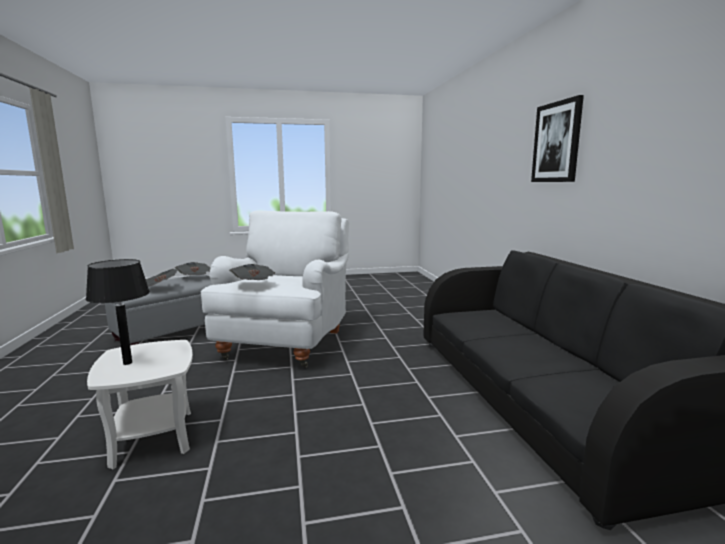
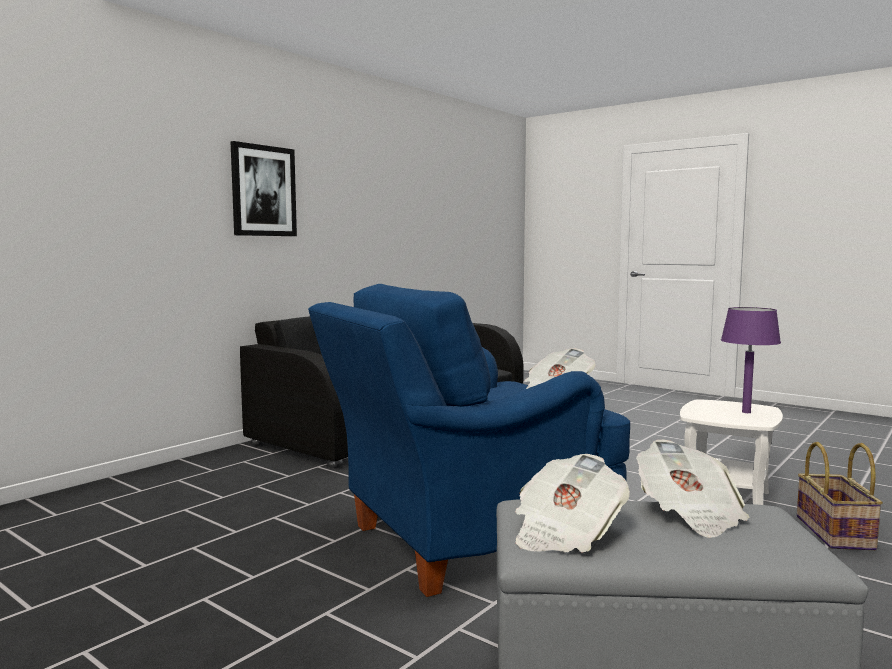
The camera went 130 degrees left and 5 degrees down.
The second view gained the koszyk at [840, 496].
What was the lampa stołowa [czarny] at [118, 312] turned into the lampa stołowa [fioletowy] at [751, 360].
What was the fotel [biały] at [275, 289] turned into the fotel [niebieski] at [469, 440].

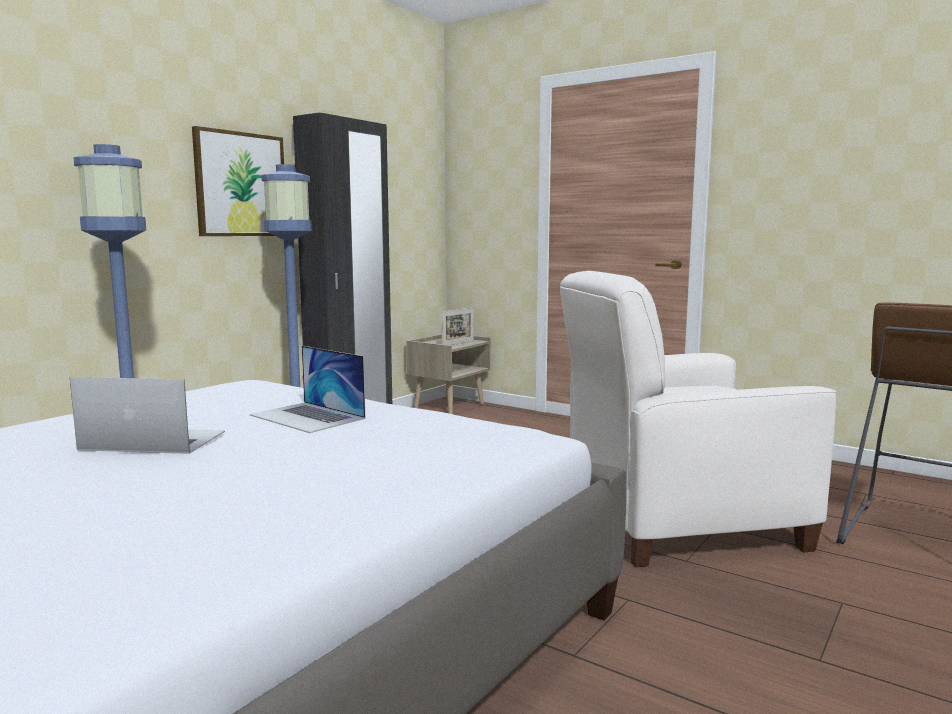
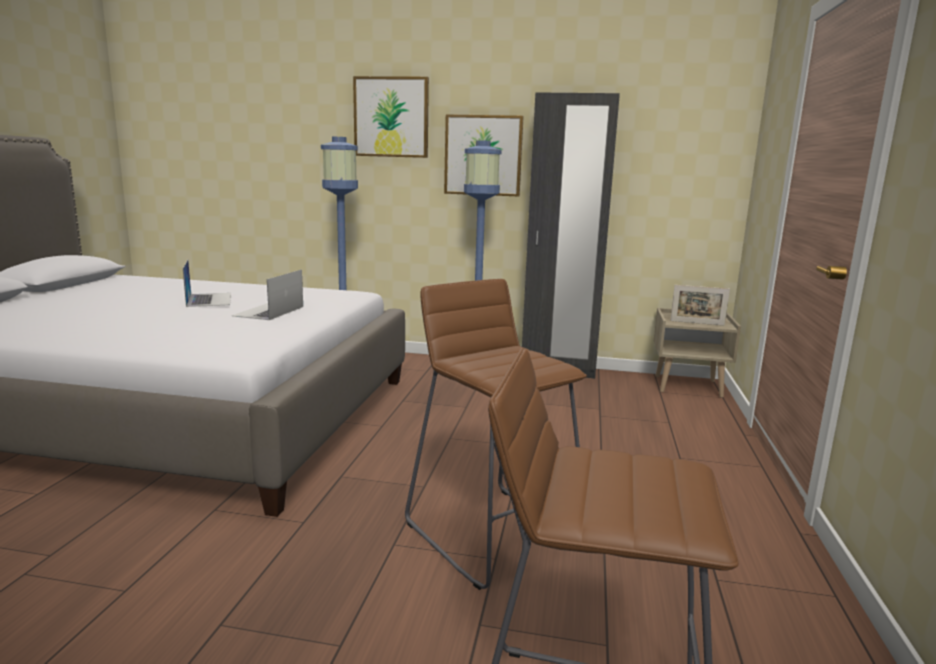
The camera went 65 degrees right and 5 degrees up.
The second view gained the obraz at [391, 117].
Where the fotel [biały] stood at [698, 419], the stołek [brązowy] came to stand at [496, 434].

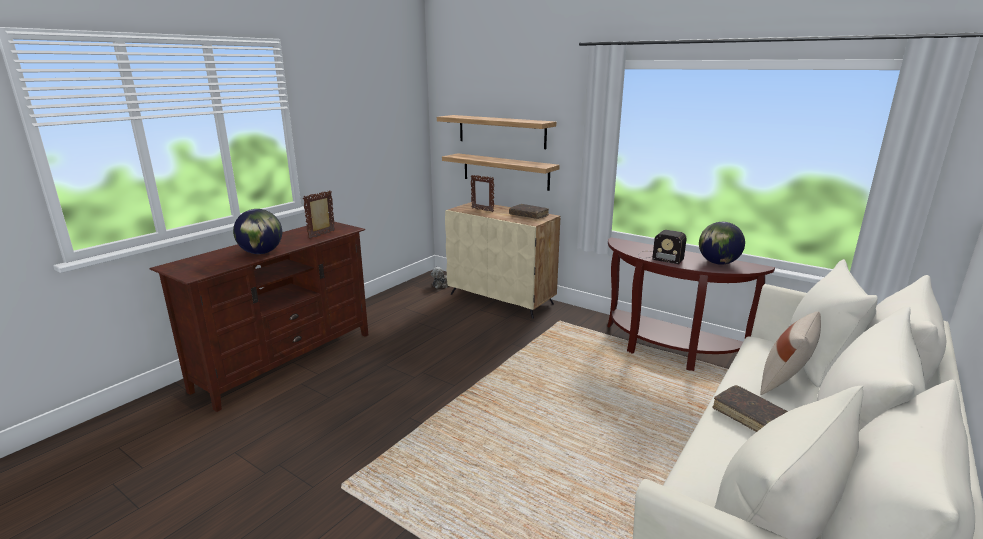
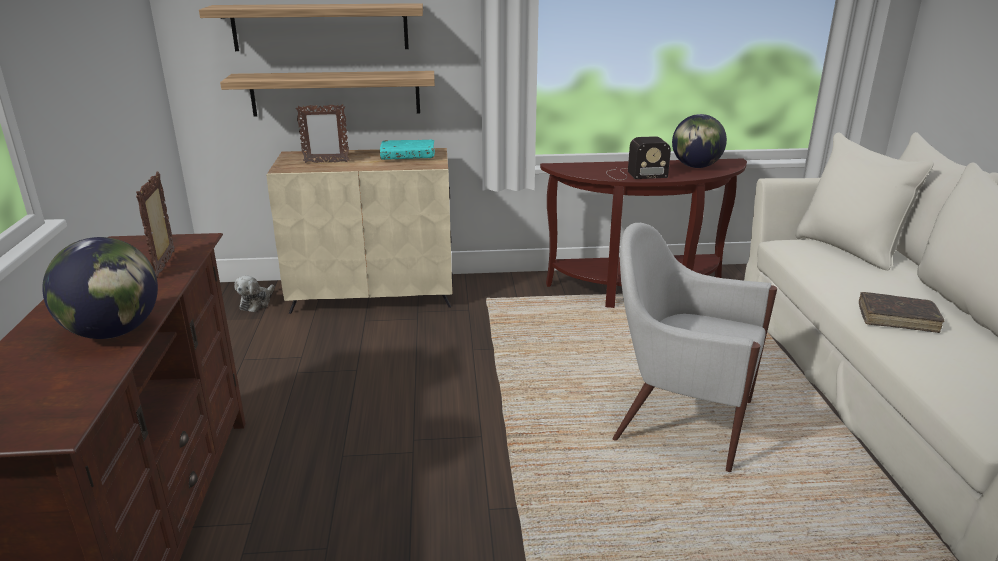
The camera went 40 degrees left and 5 degrees up.
The second view lost the poduszka [beżowy] at [790, 353].
The second view gained the fotel [biały] at [694, 347].
What was the książka [brązowy] at [529, 211] turned into the książka [turkusowy] at [407, 149].

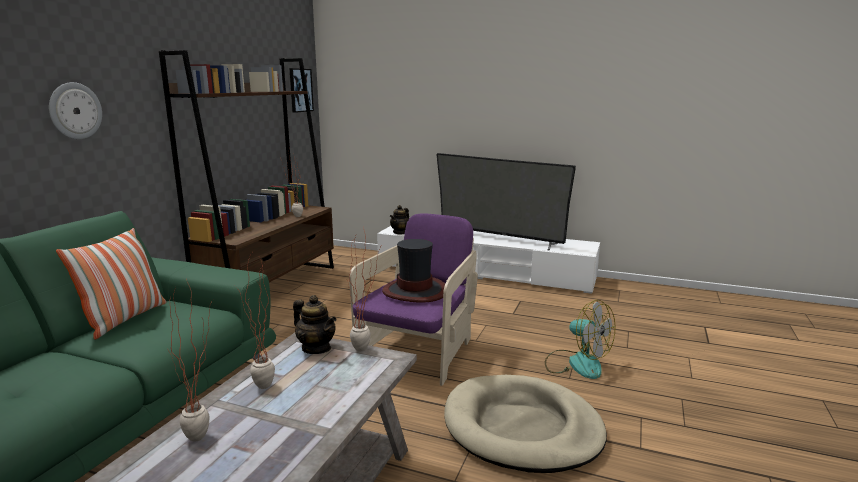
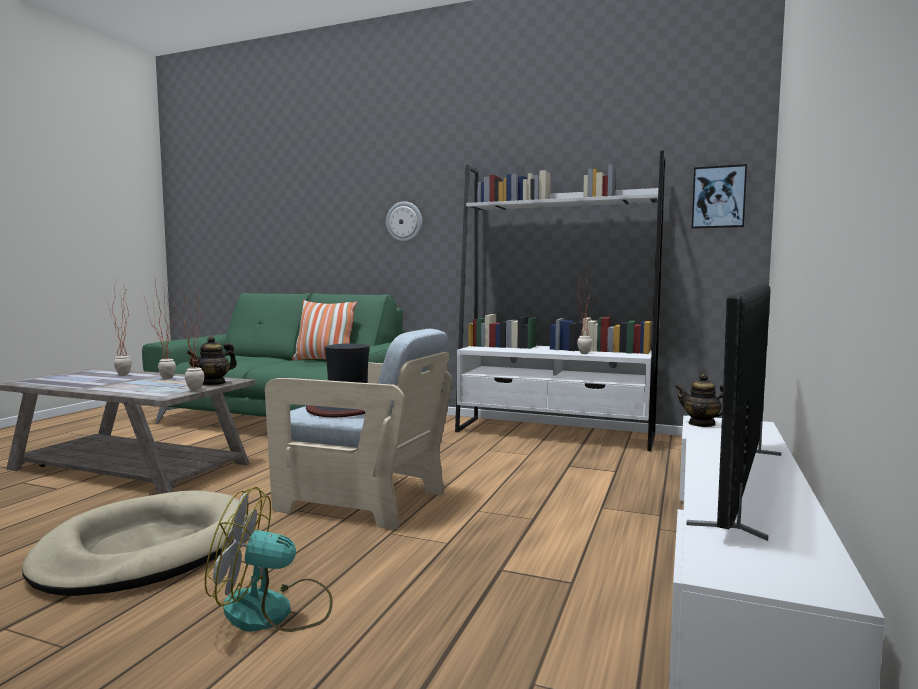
The camera went 90 degrees right and 10 degrees down.
What was the regał [brązowy] at [246, 166] turned into the regał [biały] at [560, 301].
What was the fotel [fioletowy] at [413, 299] turned into the fotel [beżowy] at [358, 429].
The wentylator at [580, 339] ended up facing another way, 45 degrees clockwise from before.

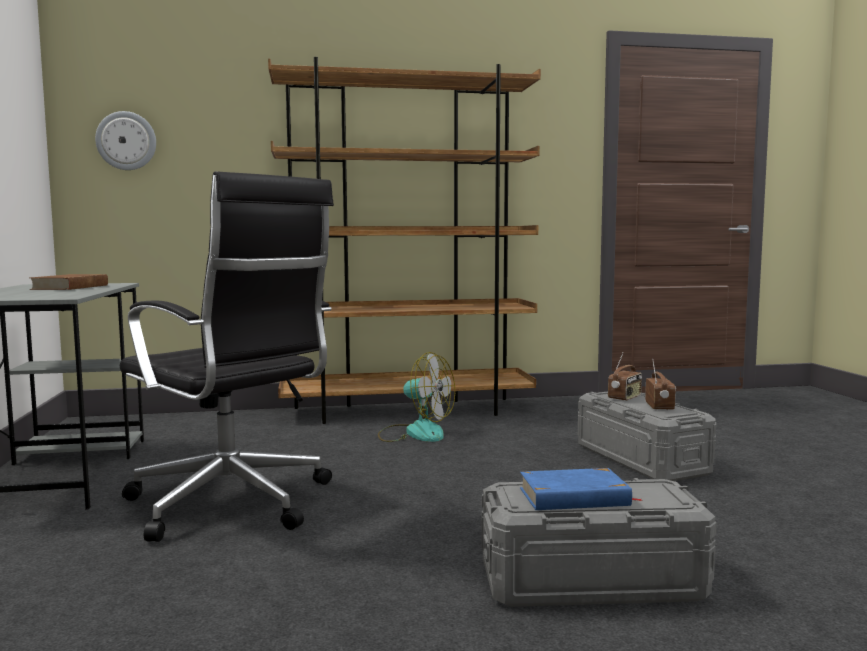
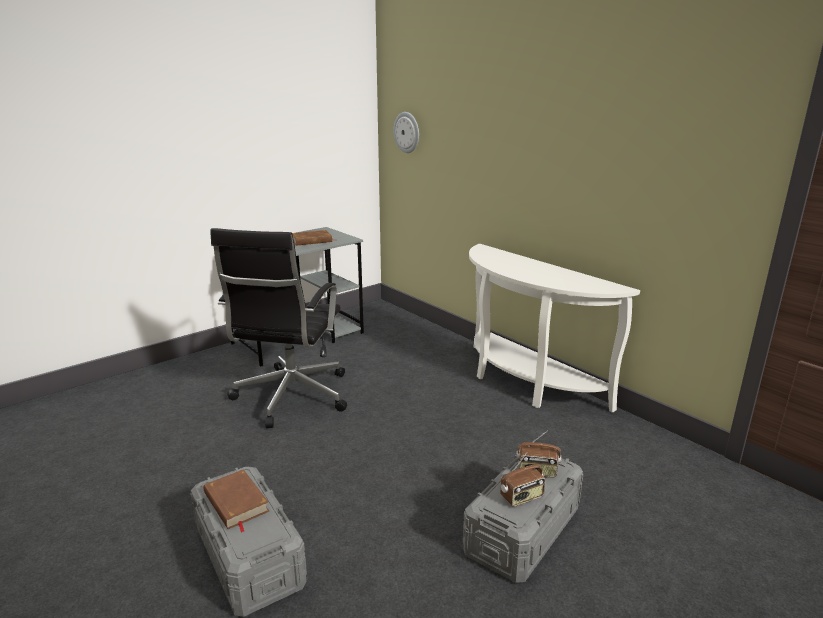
The camera went 60 degrees right and 15 degrees up.
The second view lost the wentylator at [416, 397].
Where the regał [brązowy] stood at [404, 240], the stolik konsolowy [biały] came to stand at [554, 328].
What was the książka [niebieski] at [581, 489] turned into the książka [brązowy] at [236, 501].

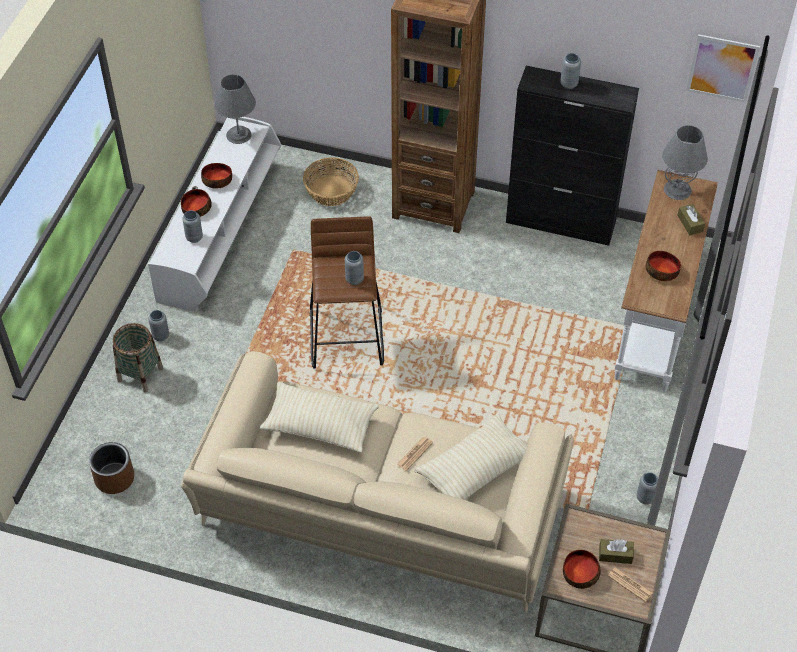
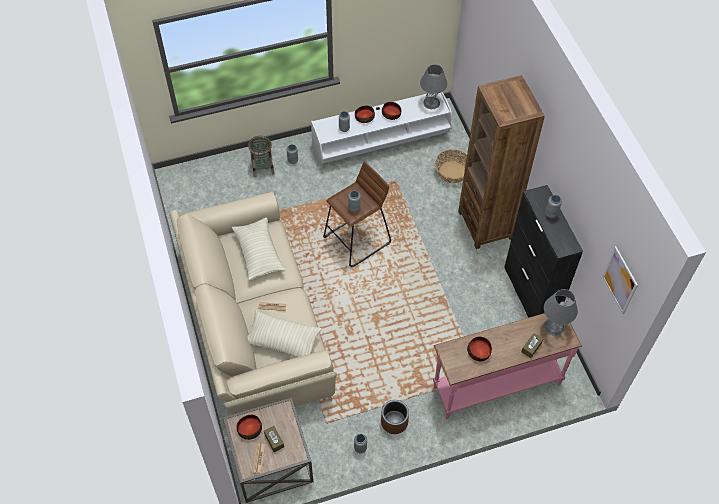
The camera went 55 degrees right and 5 degrees up.
The donica [brązowy] ended up elsewhere, having gone from [111, 468] to [395, 417].
What was the stolik konsolowy [biały] at [666, 281] turned into the stolik konsolowy [różowy] at [507, 366].

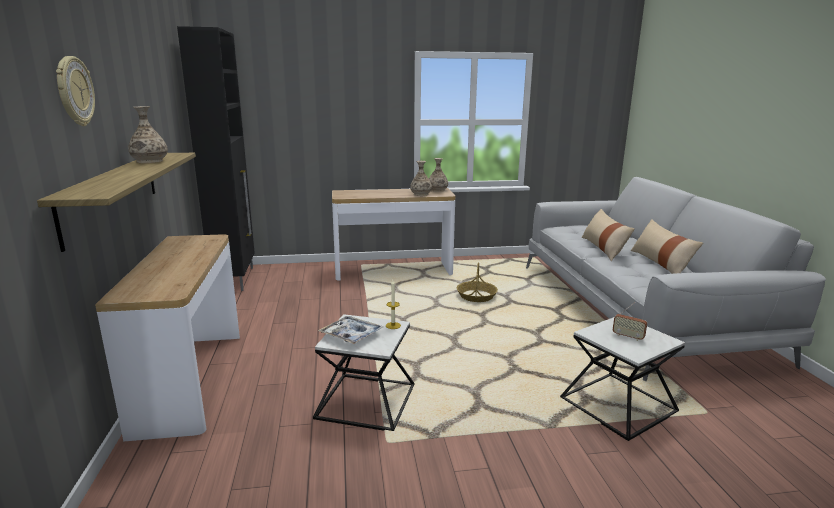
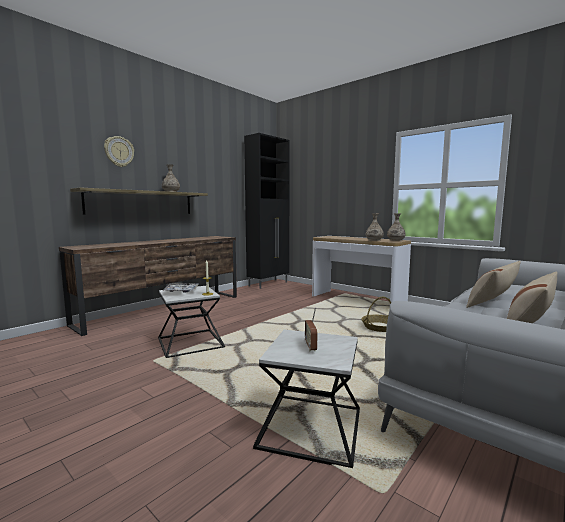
The camera went 50 degrees right and 10 degrees down.
Where the stolik konsolowy stood at [167, 338], the szafka pod telewizor [brązowy] came to stand at [148, 286].

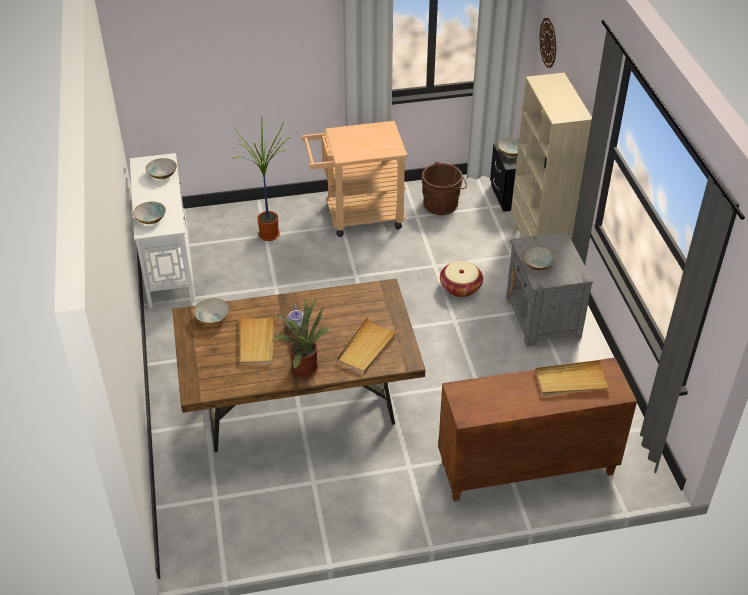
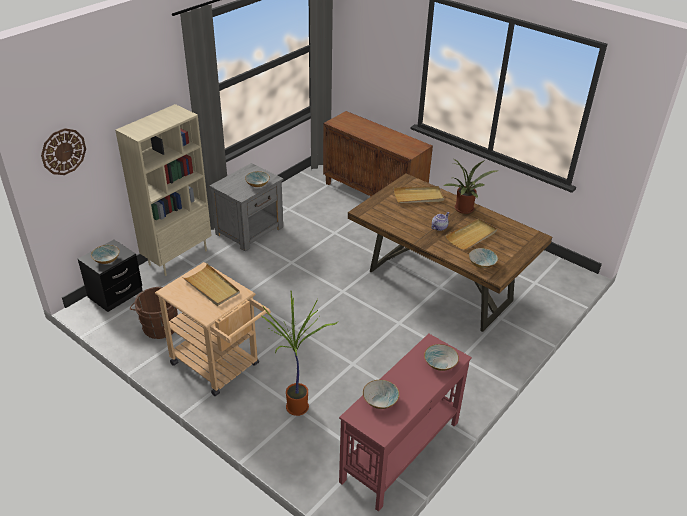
The camera went 130 degrees left and 5 degrees down.
The second view lost the koszyk at [461, 279].
The taca [beżowy] ended up elsewhere, having gone from [573, 378] to [211, 285].
What was the stolik konsolowy [biały] at [162, 231] turned into the stolik konsolowy [czerwony] at [405, 423].

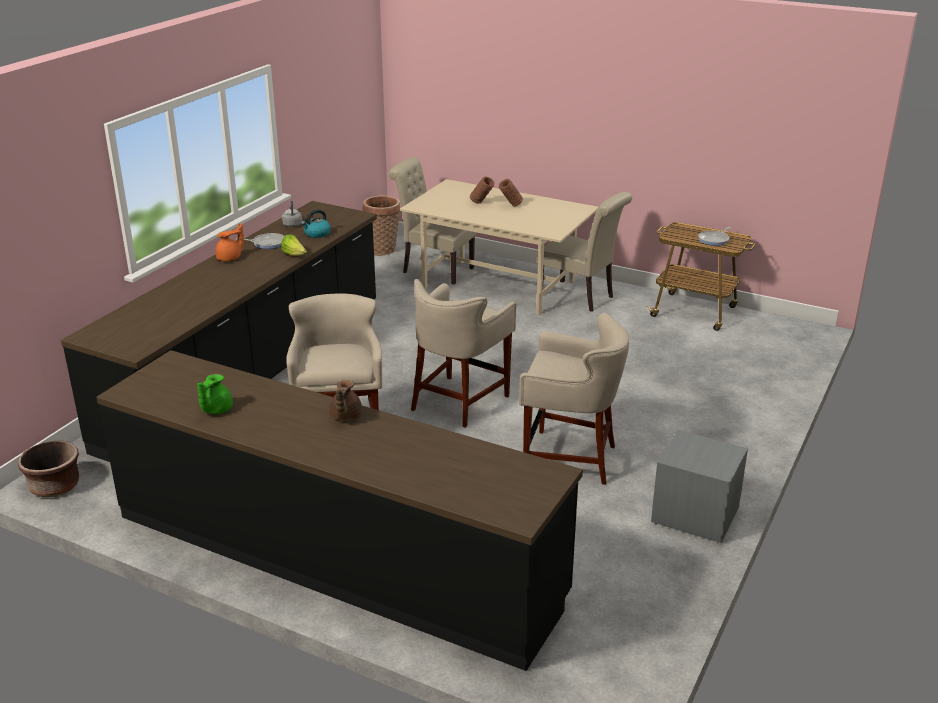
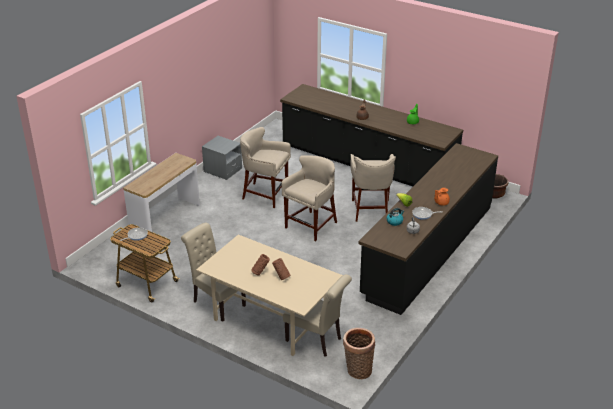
The camera went 175 degrees left and 5 degrees up.
The second view gained the stolik konsolowy at [161, 192].

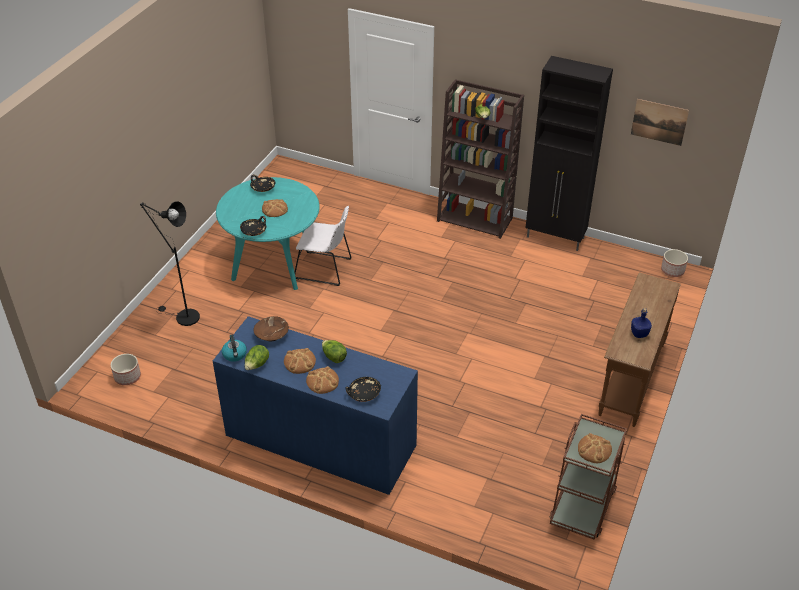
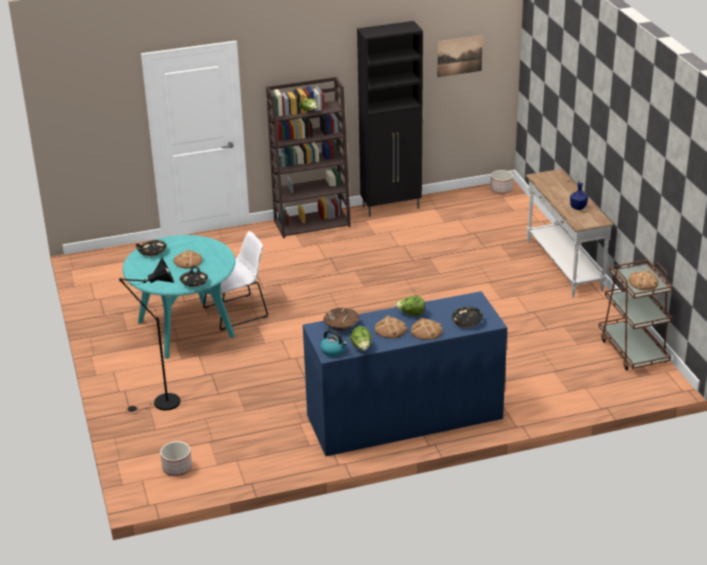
The camera went 40 degrees left and 10 degrees down.
What was the stolik konsolowy [brązowy] at [639, 349] turned into the stolik konsolowy [biały] at [569, 233].

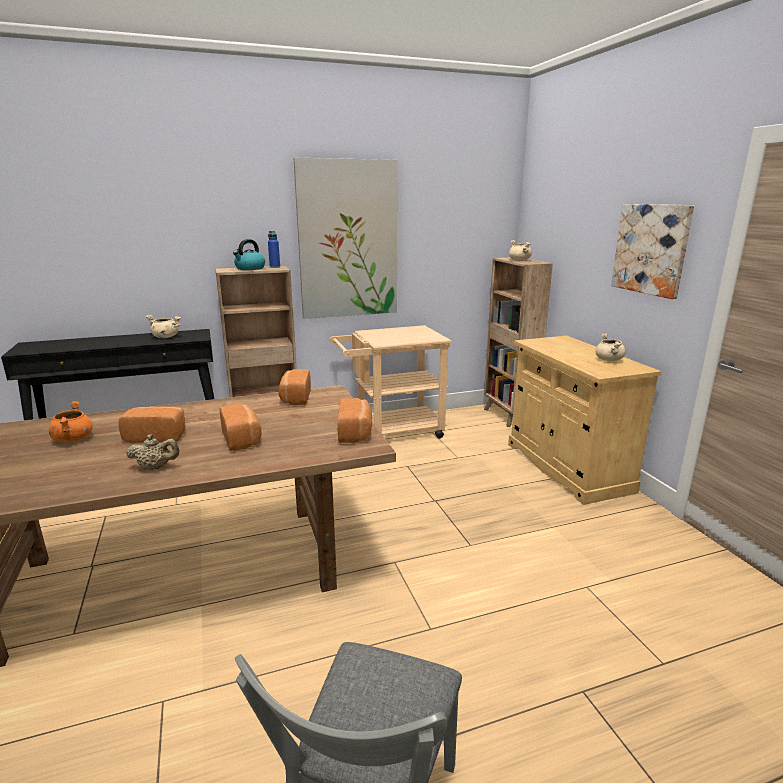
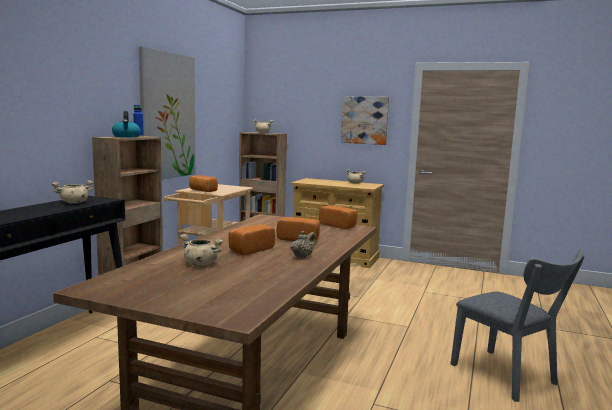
The camera went 50 degrees left and 10 degrees down.
The chleb ended up elsewhere, having gone from [294, 387] to [203, 183].
What was the garnek [pomarańczowy] at [71, 421] turned into the garnek [beżowy] at [202, 250].

